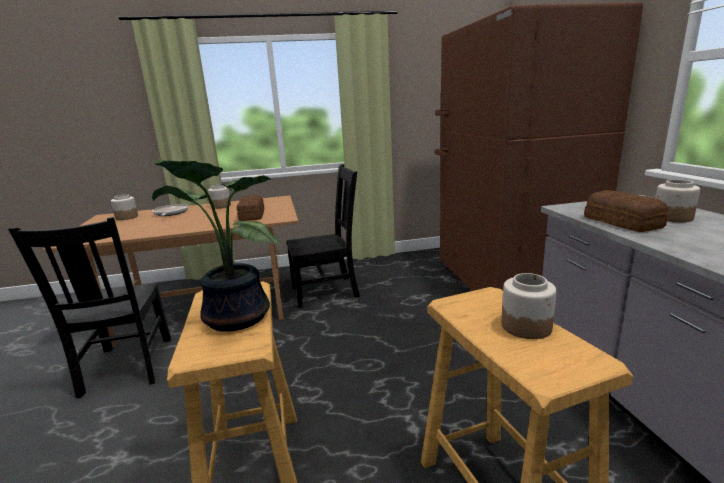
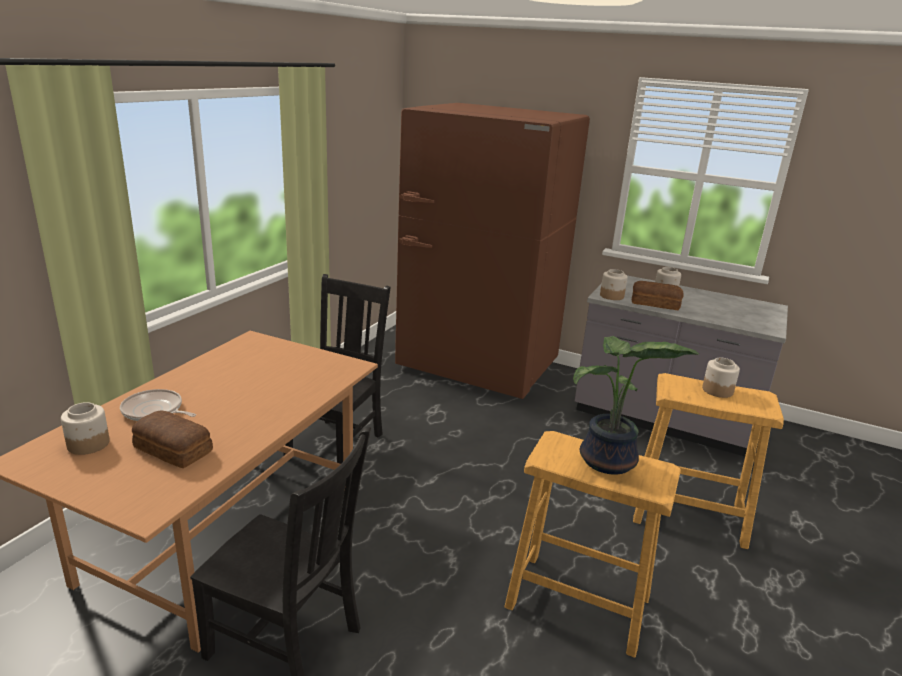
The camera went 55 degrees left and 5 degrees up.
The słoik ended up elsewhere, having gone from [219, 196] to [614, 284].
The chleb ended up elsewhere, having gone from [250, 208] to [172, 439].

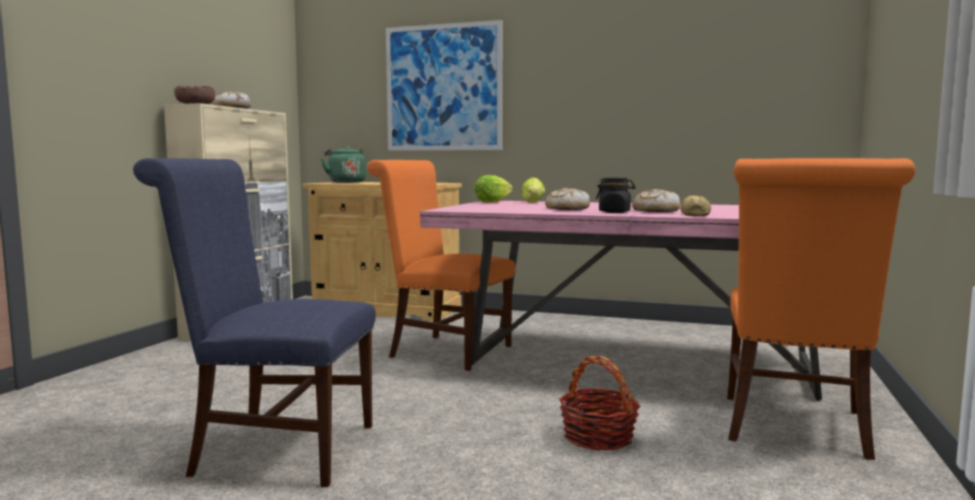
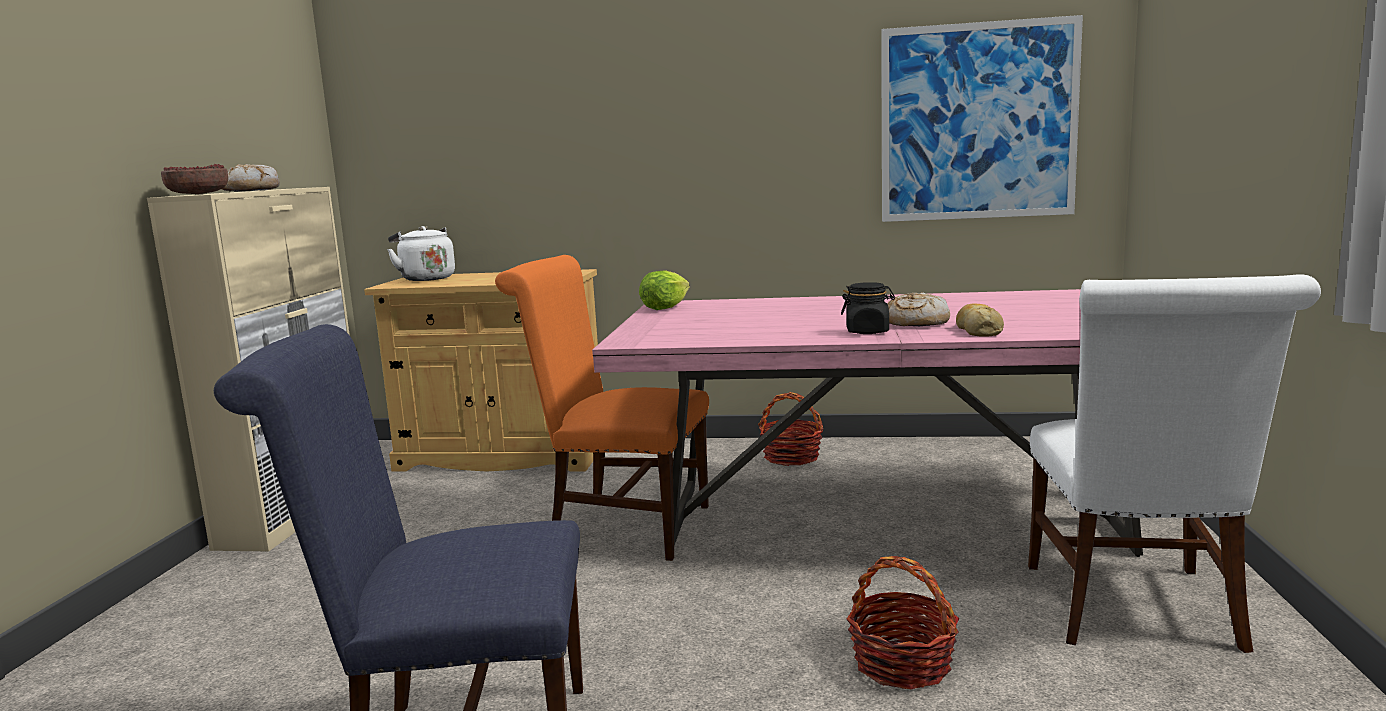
The camera went 10 degrees left and 5 degrees up.
The second view lost the sałata at [533, 190].
The second view lost the chleb at [567, 199].
The second view gained the koszyk at [790, 429].
The obraz ended up elsewhere, having gone from [444, 85] to [982, 118].
What was the czajnik [zielony] at [343, 164] turned into the czajnik [biały] at [421, 253].
What was the krzesło [pomarańczowy] at [821, 309] turned into the krzesło [biały] at [1174, 463].

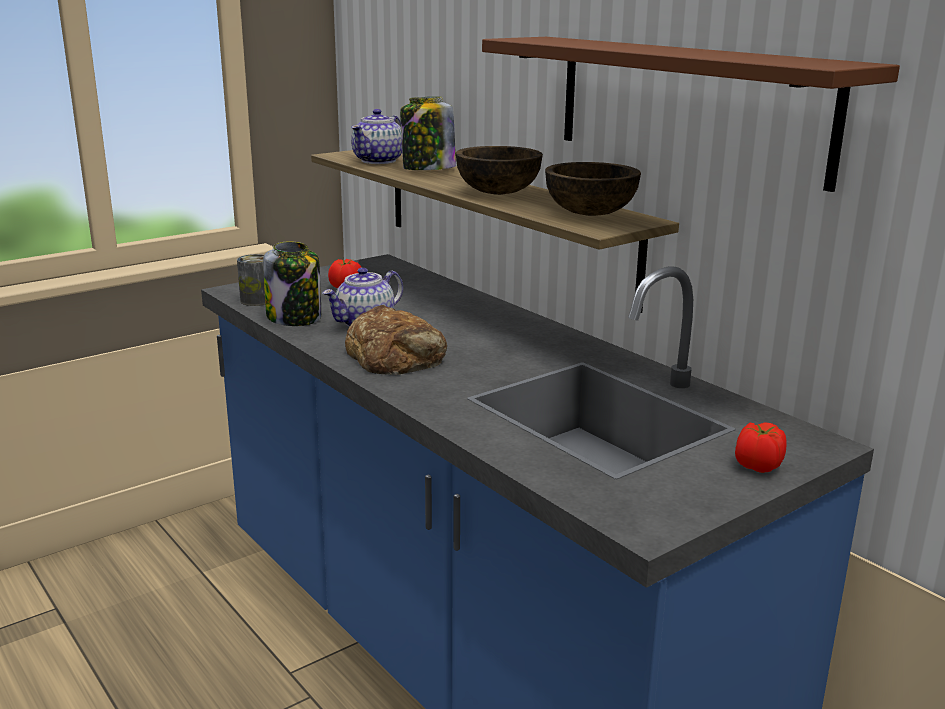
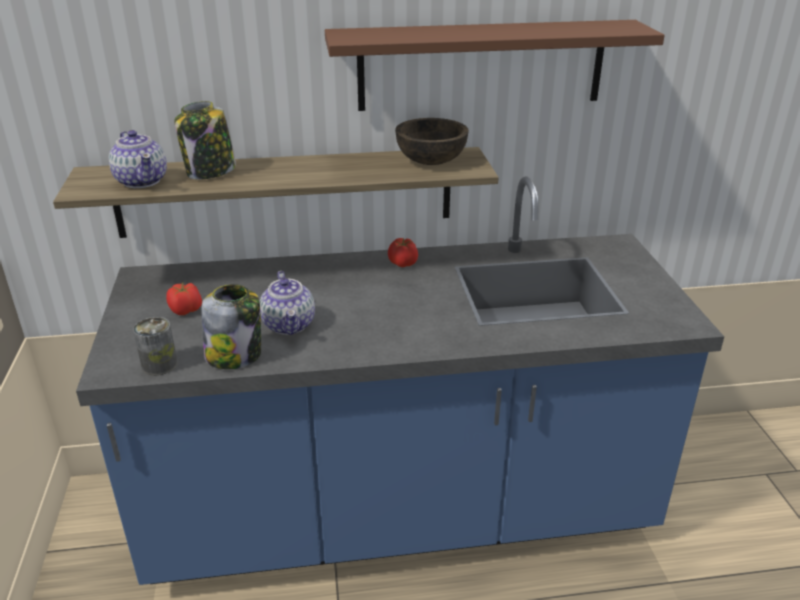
The camera went 60 degrees left and 10 degrees up.
The second view lost the chleb at [396, 340].
The second view lost the miska [brązowy] at [499, 170].
The pomidor ended up elsewhere, having gone from [761, 447] to [403, 252].

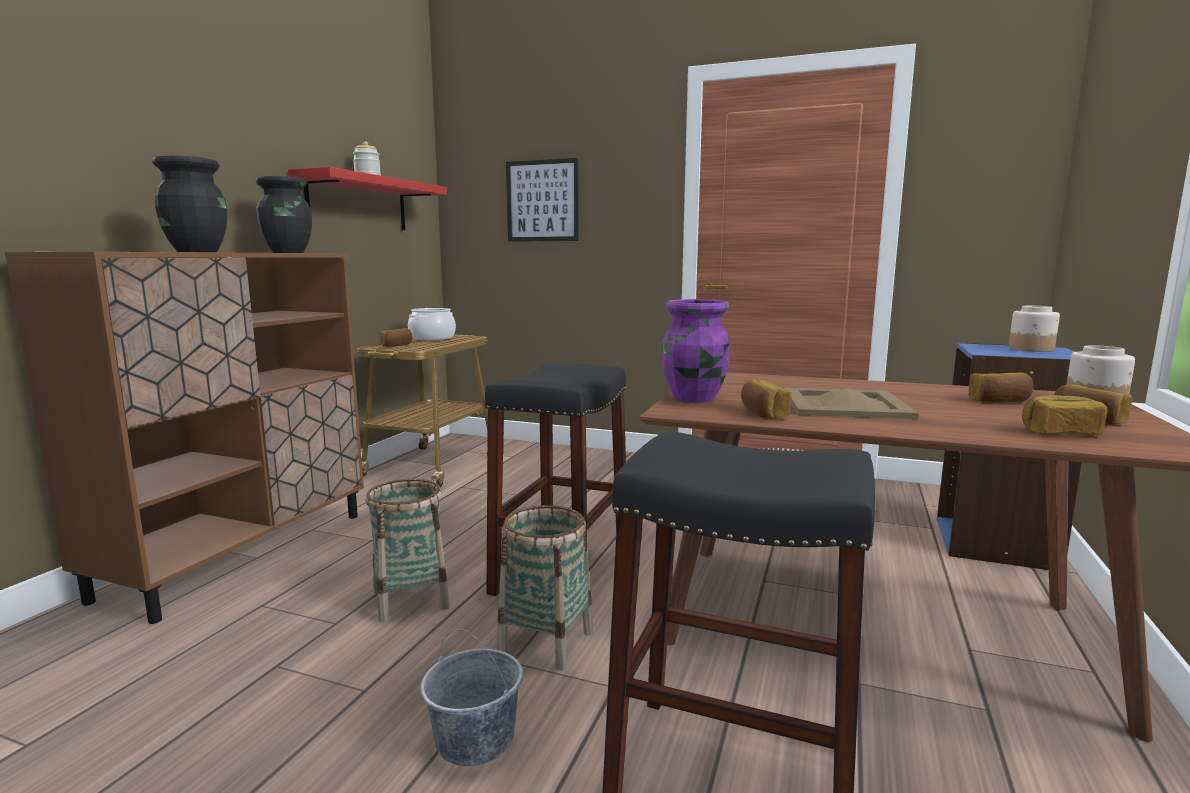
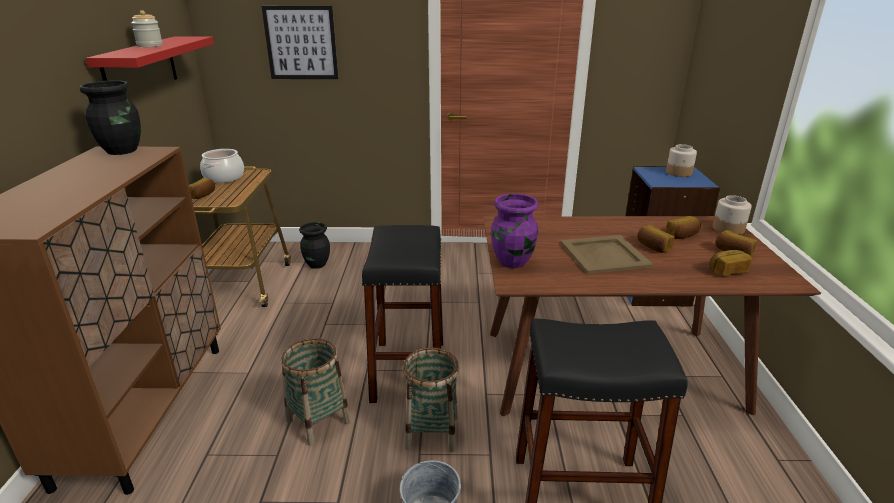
The camera went 20 degrees left and 15 degrees up.
The wazon [czarny] ended up elsewhere, having gone from [189, 204] to [314, 245].
The chleb ended up elsewhere, having gone from [766, 399] to [656, 239].

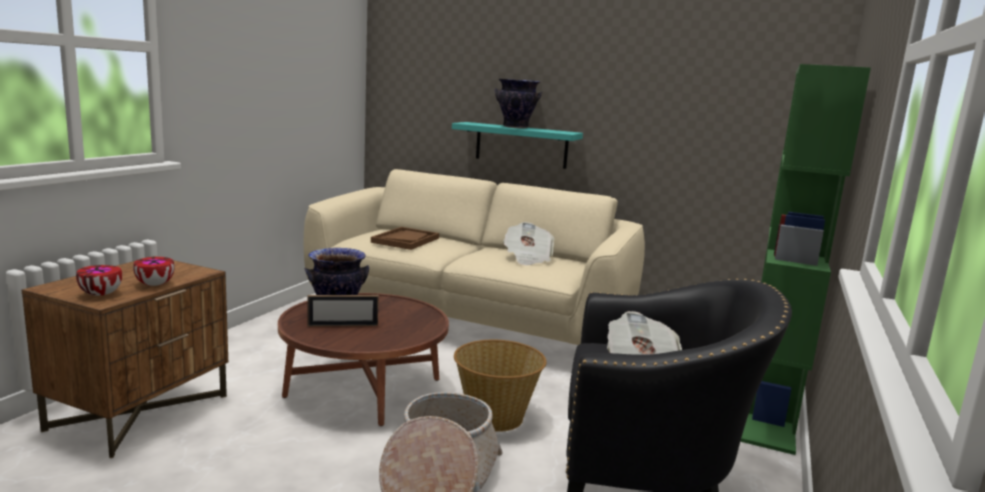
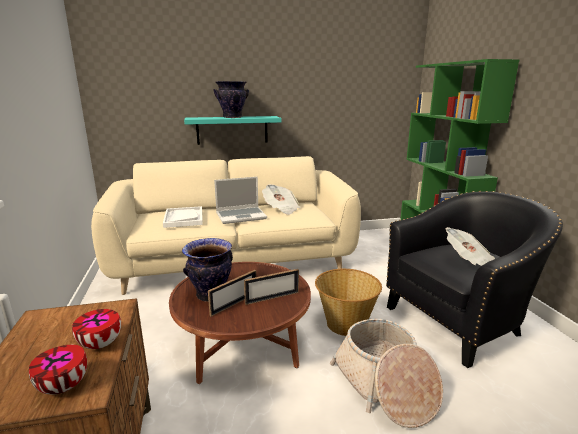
The camera went 35 degrees left and 5 degrees up.
The second view gained the laptop at [240, 200].
The second view gained the ramka na zdjęcie at [271, 287].
What was the taca [brązowy] at [405, 238] turned into the taca [biały] at [183, 217].

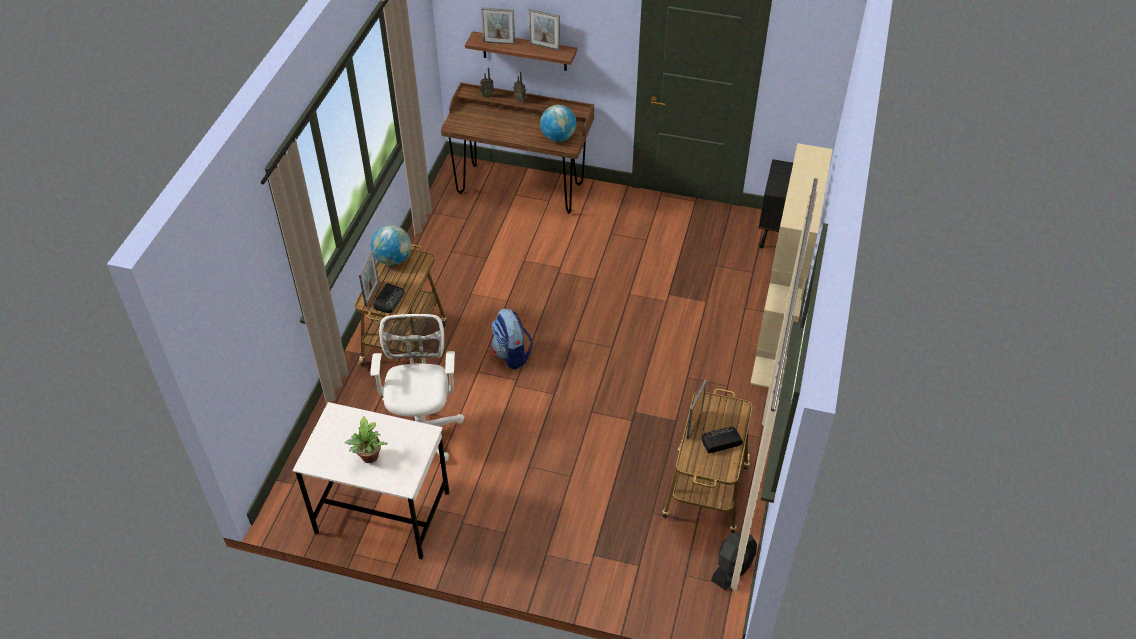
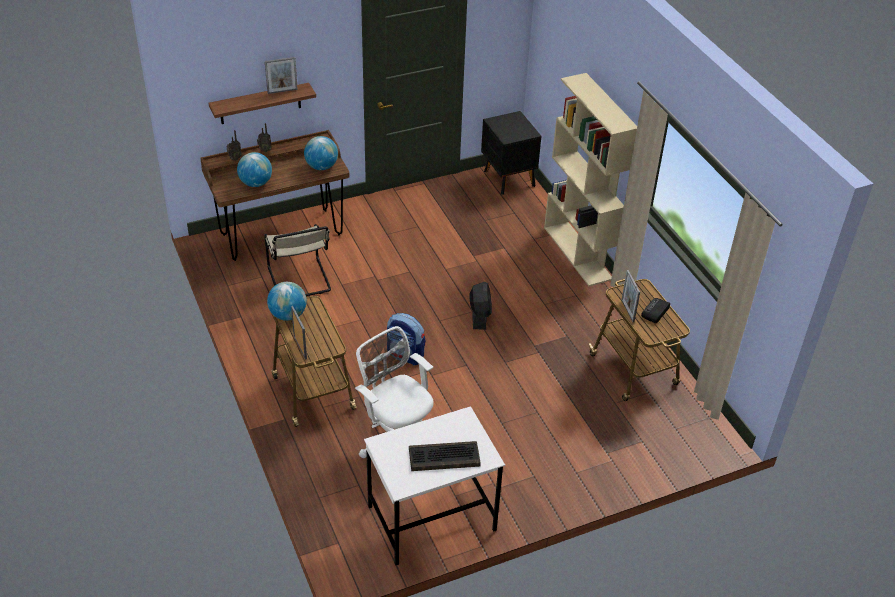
The camera went 40 degrees left and 5 degrees down.
The second view lost the radio at [389, 298].
The second view lost the ramka na zdjęcie at [498, 26].
The second view gained the globus at [254, 169].
The second view gained the krzesło [beżowy] at [297, 260].
The wentylator [czarny] ended up elsewhere, having gone from [734, 560] to [480, 306].
Where the roślina doniczkowa stood at [366, 439], the klawiatura came to stand at [444, 456].

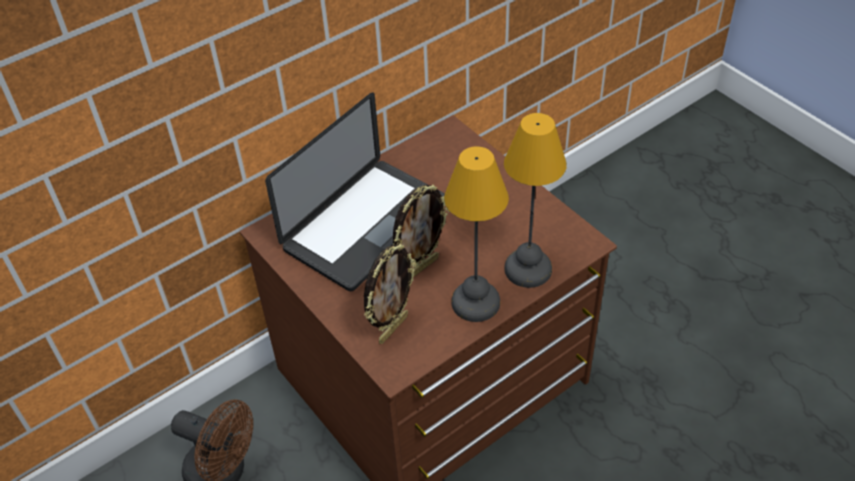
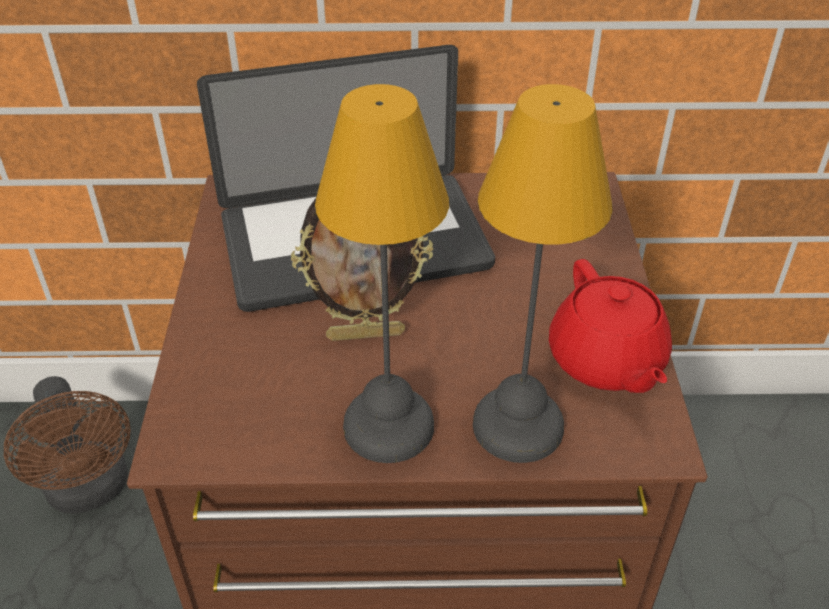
The camera went 35 degrees right and 5 degrees down.
The second view lost the ramka na zdjęcie at [390, 294].
The second view gained the imbryk [czerwony] at [610, 326].

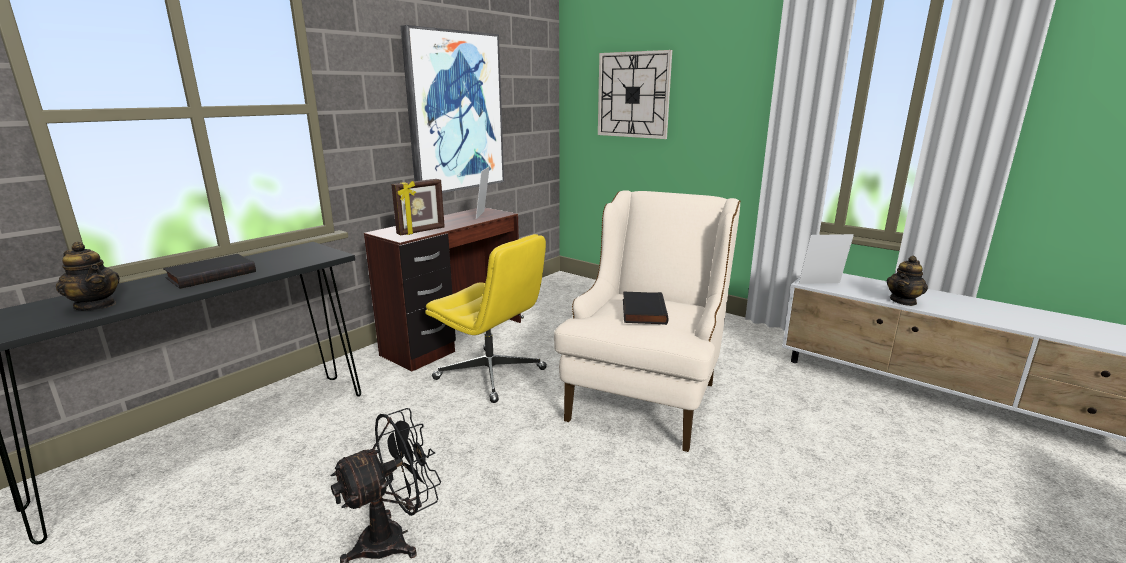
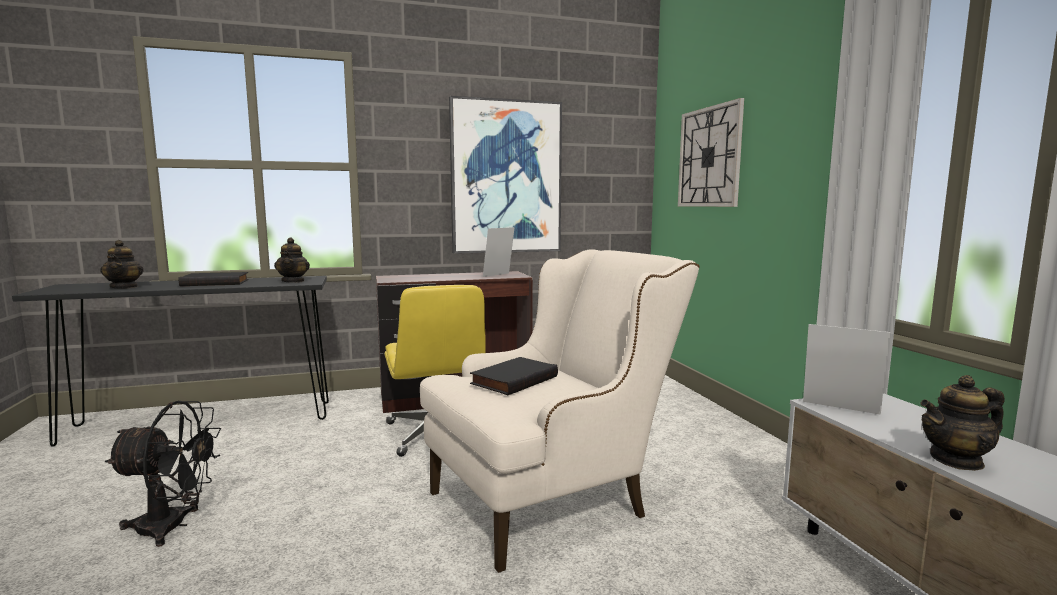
The camera went 35 degrees right and 10 degrees down.
The second view lost the ramka na zdjęcie at [418, 207].
The second view gained the imbryk at [292, 260].

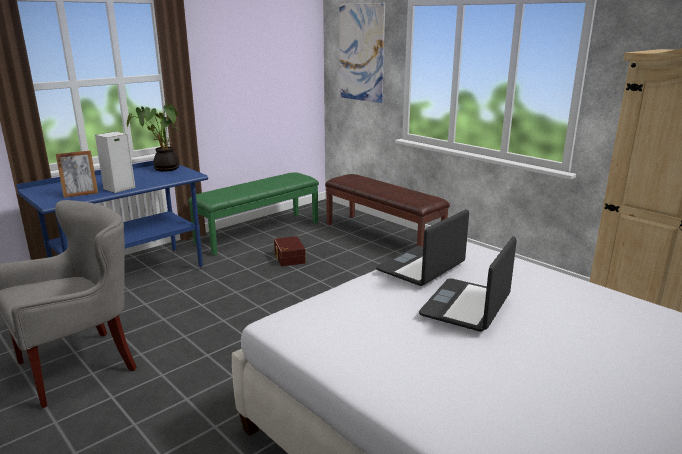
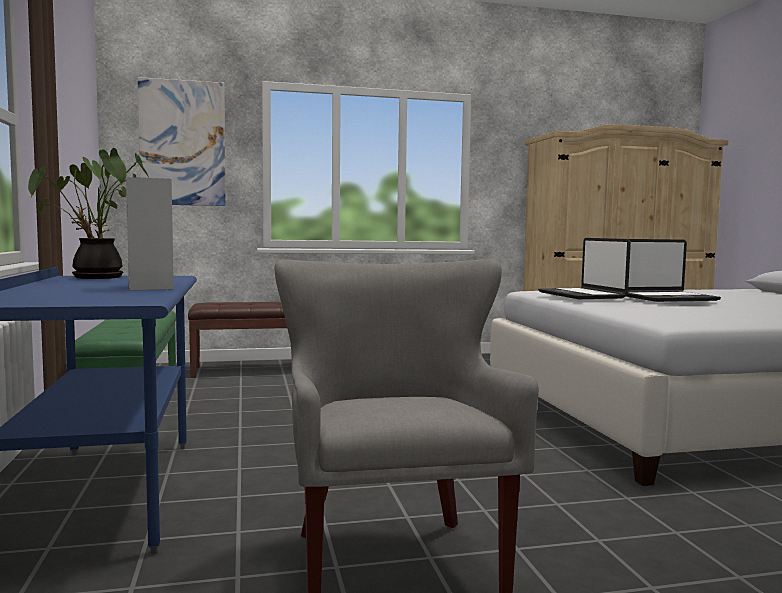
The camera went 60 degrees left and 15 degrees down.
The second view lost the ramka na zdjęcie at [77, 174].
The second view lost the pojemnik do przechowywania [brązowy] at [290, 251].
The laptop at [468, 284] ended up facing another way, 75 degrees counterclockwise from before.

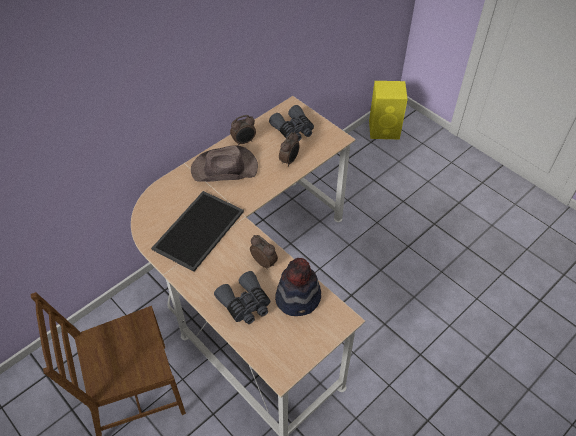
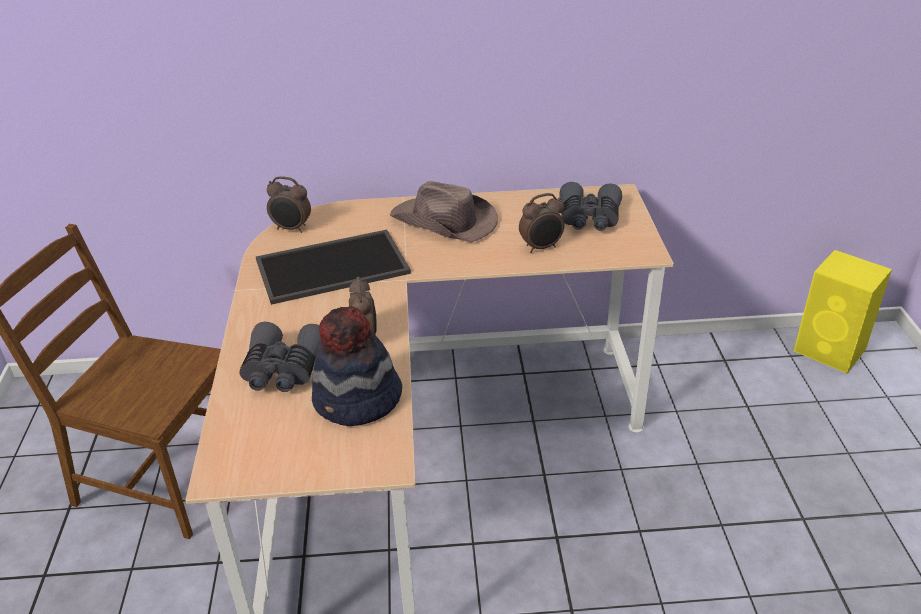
The camera went 40 degrees right and 15 degrees down.
The budzik ended up elsewhere, having gone from [243, 130] to [289, 204].

